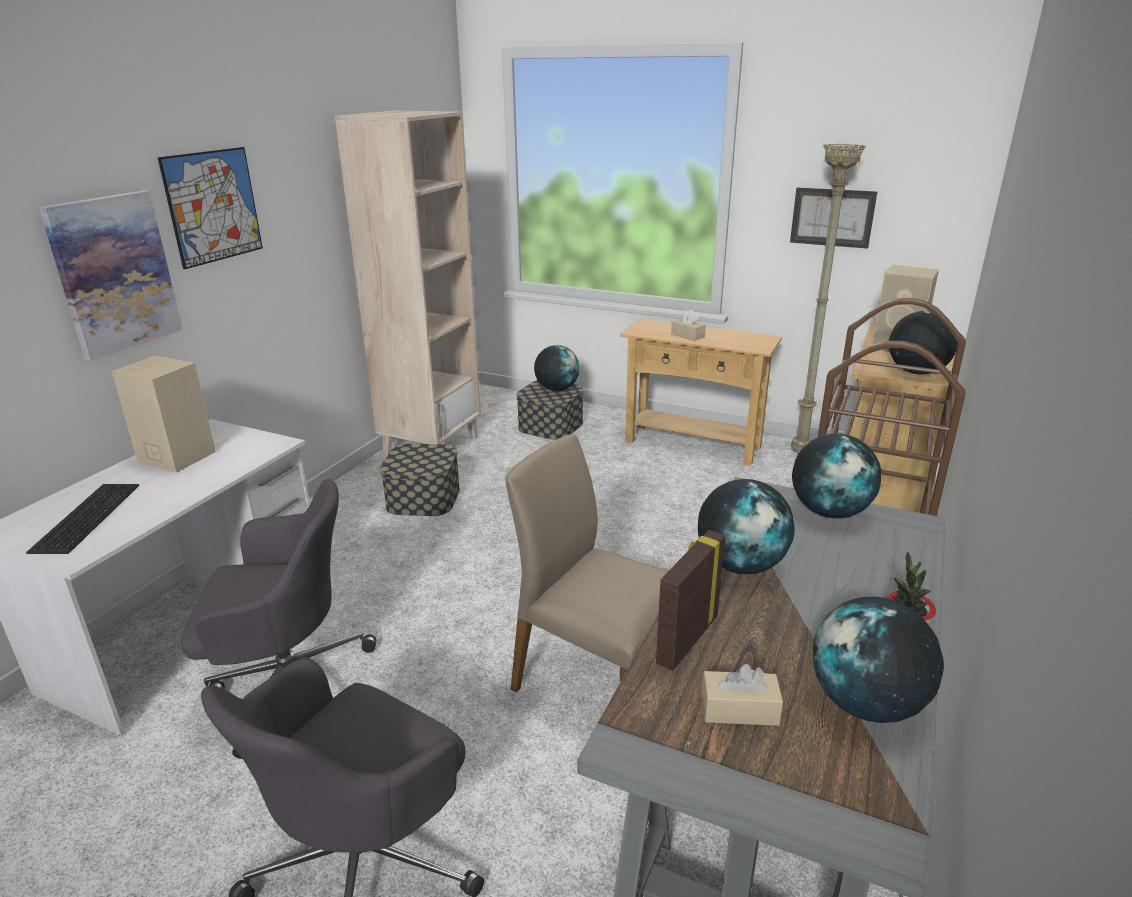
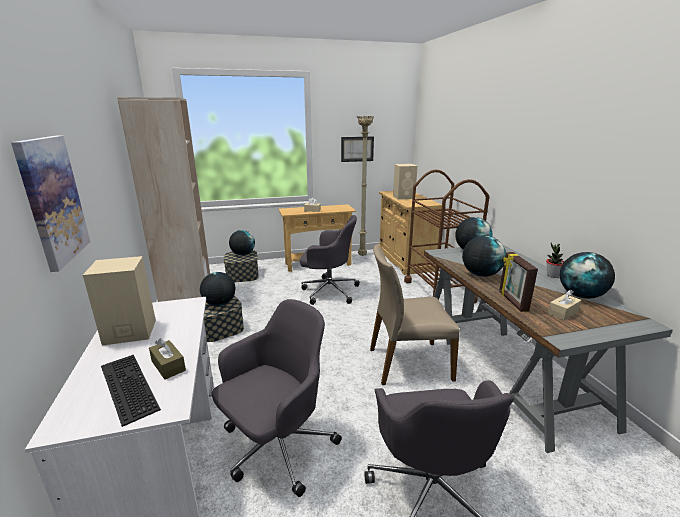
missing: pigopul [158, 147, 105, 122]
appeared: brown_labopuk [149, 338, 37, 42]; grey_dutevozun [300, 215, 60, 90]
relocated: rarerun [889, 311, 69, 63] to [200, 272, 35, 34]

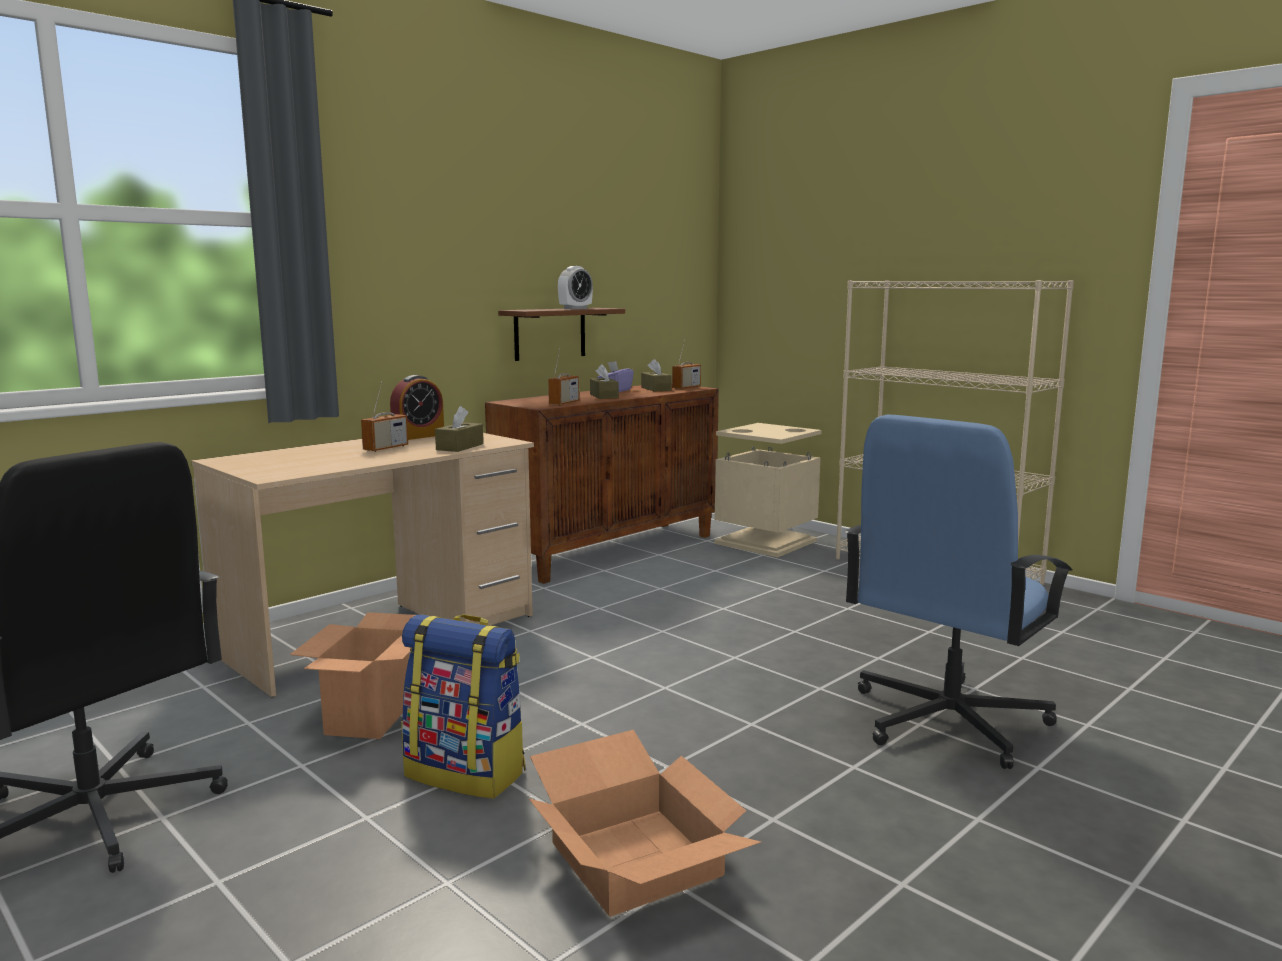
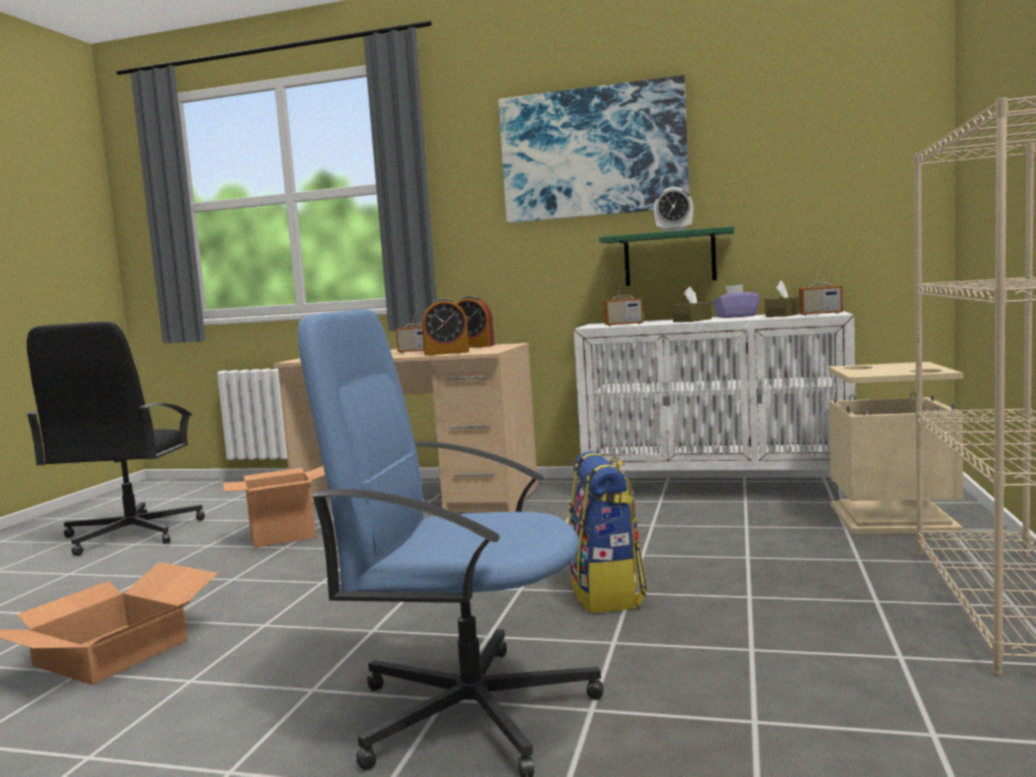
appeared: pigopul [498, 75, 191, 148]
relocated: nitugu [401, 614, 124, 185] to [568, 451, 80, 162]
exchanged: brown_labopuk [435, 406, 49, 46] to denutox [422, 298, 47, 58]
colour: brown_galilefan [485, 384, 234, 200] to white_galilefan [574, 311, 281, 188]; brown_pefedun [498, 308, 127, 53] to green_pefedun [599, 226, 135, 60]

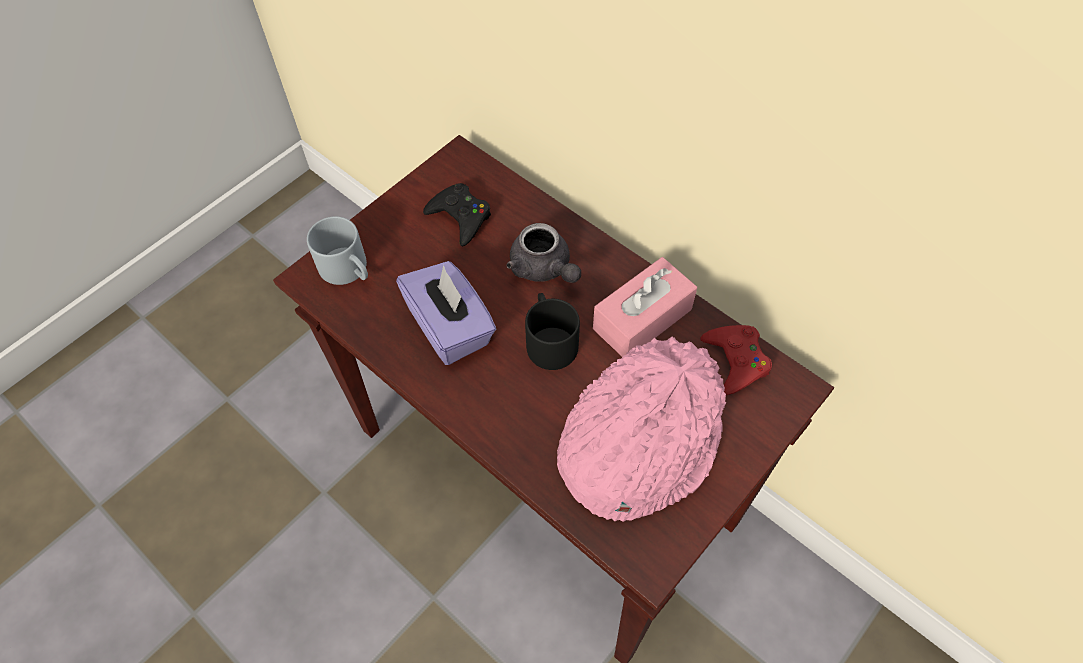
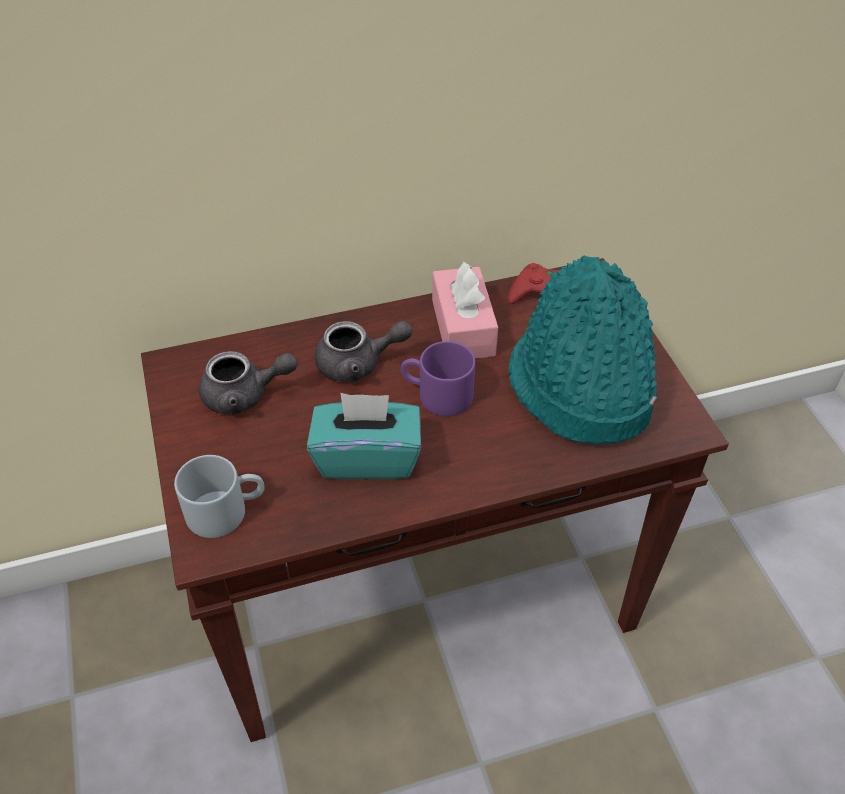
exchanged: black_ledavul [423, 183, 68, 64] to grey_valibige [199, 351, 99, 64]
colour: purple_labopuk [396, 261, 100, 104] to turquoise_labopuk [307, 393, 114, 86]; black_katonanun [525, 293, 55, 77] to purple_katonanun [401, 341, 75, 75]; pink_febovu [557, 337, 169, 185] to turquoise_febovu [508, 255, 149, 189]

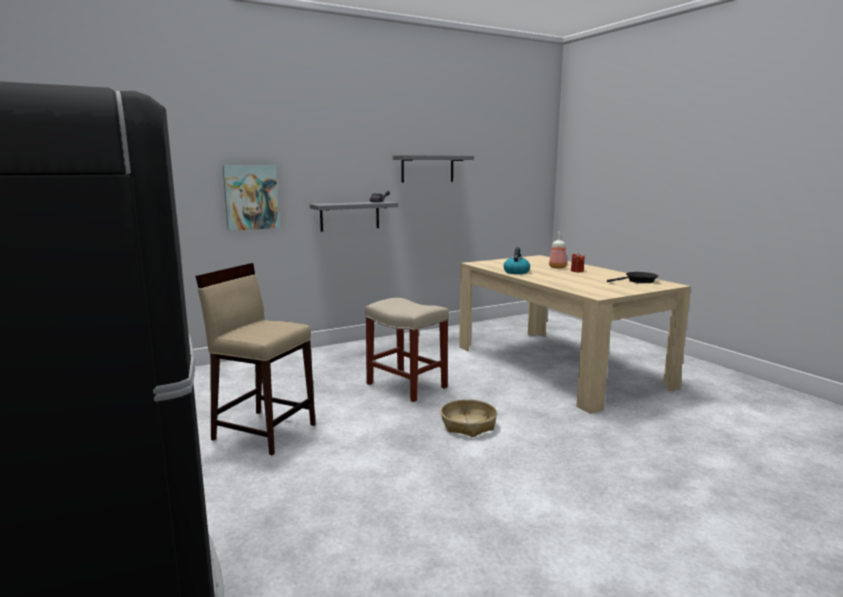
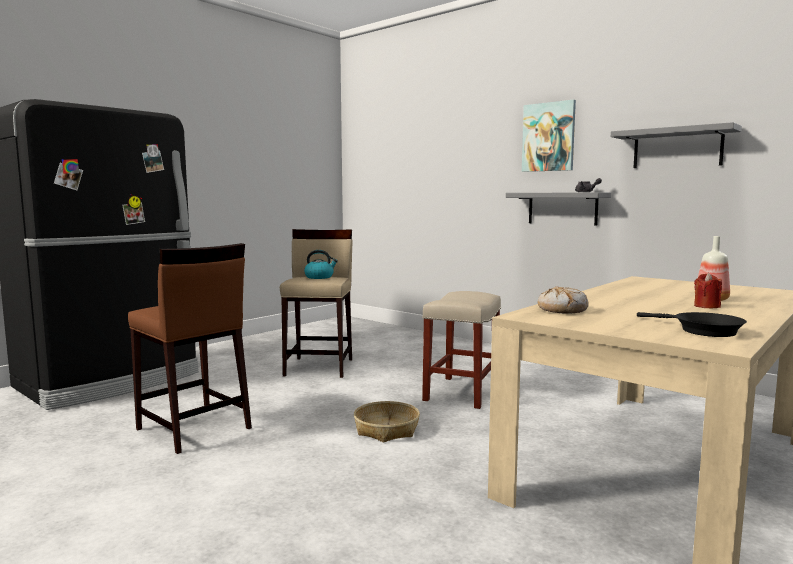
appeared: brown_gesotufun [128, 243, 124, 211]; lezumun [538, 286, 51, 27]
relocated: pigopul [223, 165, 56, 66] to [522, 100, 54, 72]; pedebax [504, 247, 26, 27] to [304, 250, 34, 29]

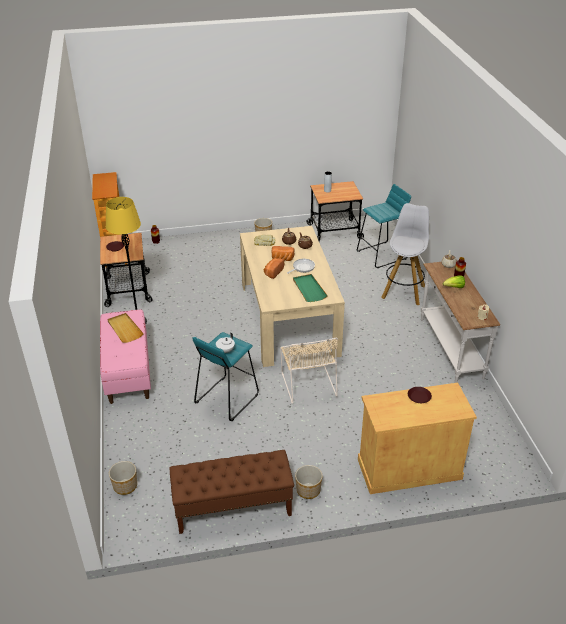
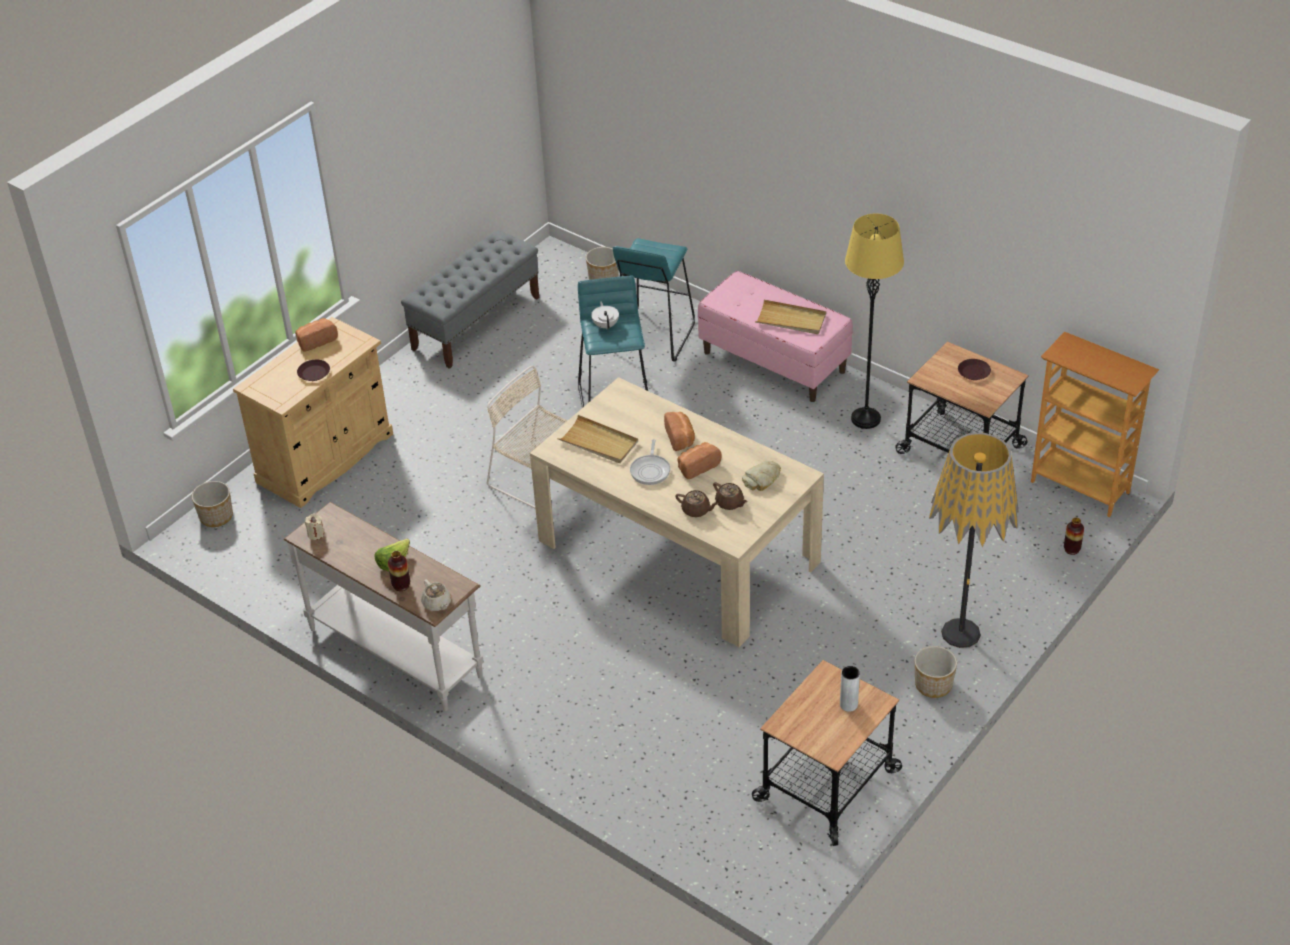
missing: white_gesotufun [381, 203, 48, 102]
appeared: lezumun [295, 318, 43, 34]; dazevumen [929, 432, 90, 216]
relocated: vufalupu [295, 465, 28, 34] to [192, 481, 41, 46]; turquoise_gesotufun [357, 184, 54, 84] to [613, 238, 82, 124]
colour: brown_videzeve [169, 450, 125, 84] to grey_videzeve [401, 230, 138, 139]; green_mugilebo [293, 274, 35, 28] to beige_mugilebo [557, 415, 81, 48]

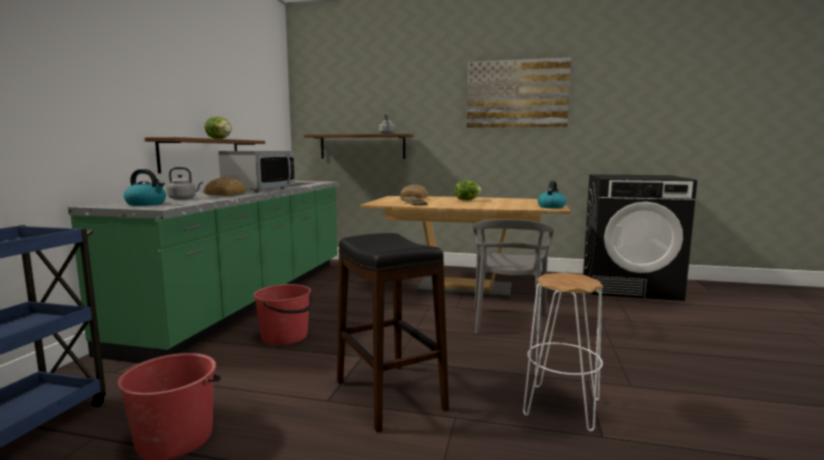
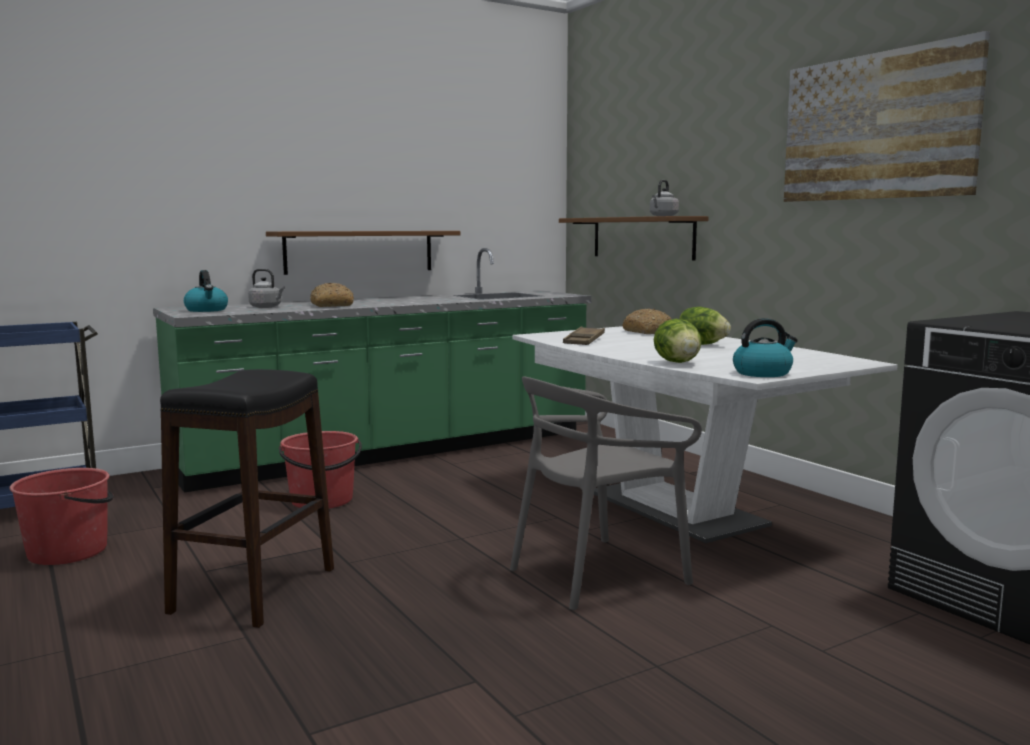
missing: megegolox [218, 151, 77, 41]; white_gesotufun [523, 273, 81, 159]
relocated: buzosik [205, 117, 27, 22] to [654, 319, 48, 44]
colour: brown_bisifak [361, 196, 210, 102] to white_bisifak [512, 326, 386, 217]

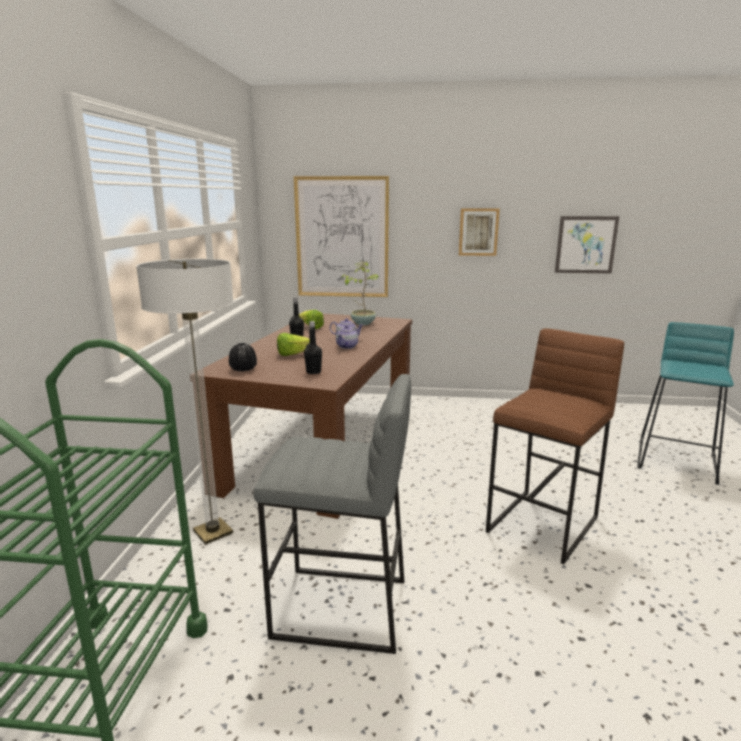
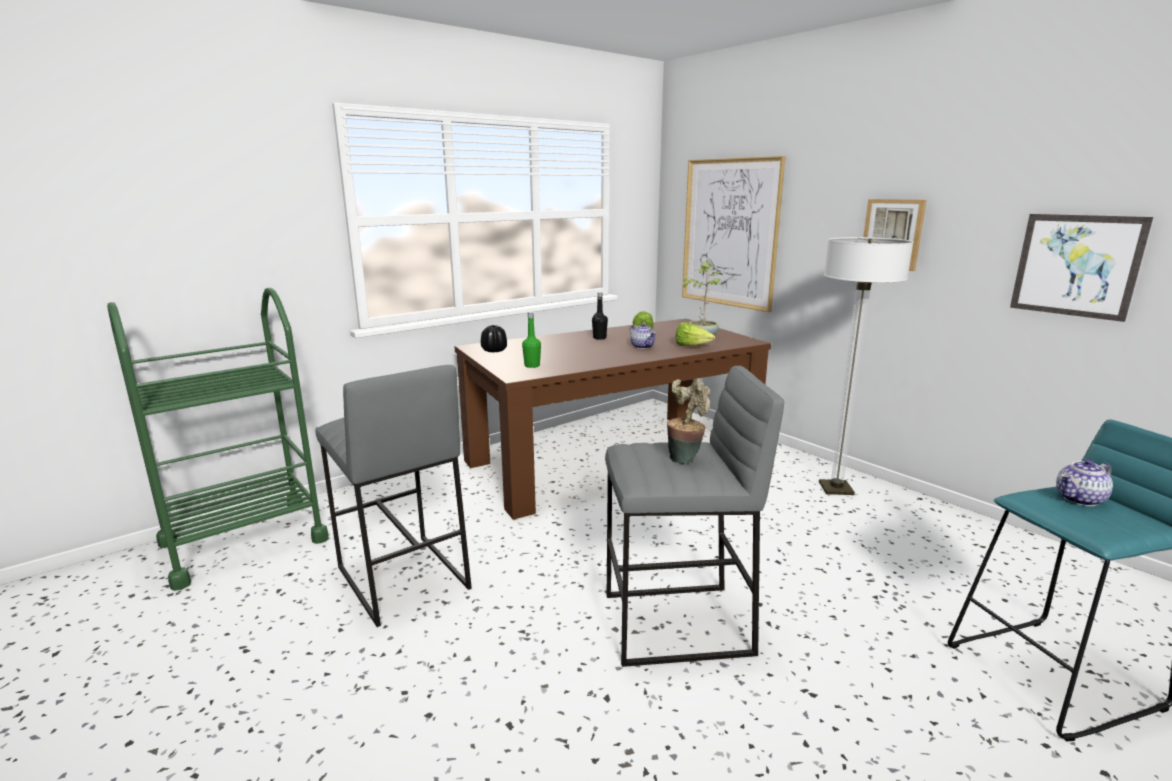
appeared: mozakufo [667, 378, 43, 86]
relocated: dazevumen [136, 259, 98, 286] to [819, 237, 95, 258]; buzosik [277, 333, 33, 23] to [675, 322, 40, 24]; valibige [336, 325, 22, 24] to [1056, 459, 57, 47]
colour: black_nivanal [304, 321, 18, 53] to green_nivanal [522, 312, 19, 56]; brown_gesotufun [486, 329, 138, 236] to grey_gesotufun [605, 366, 179, 301]

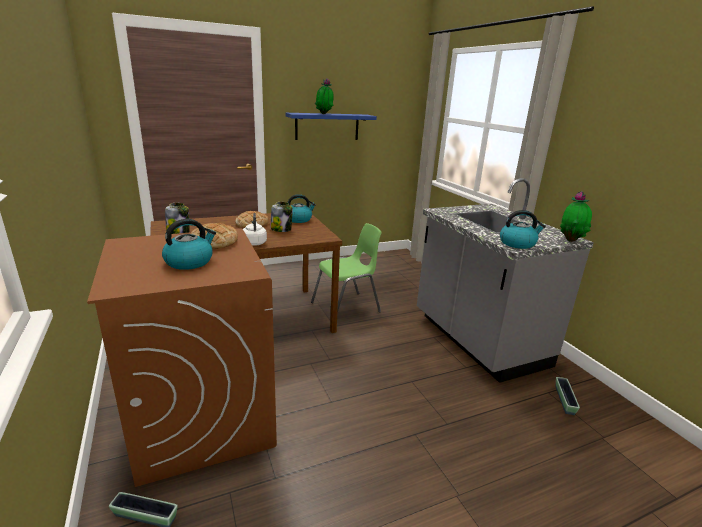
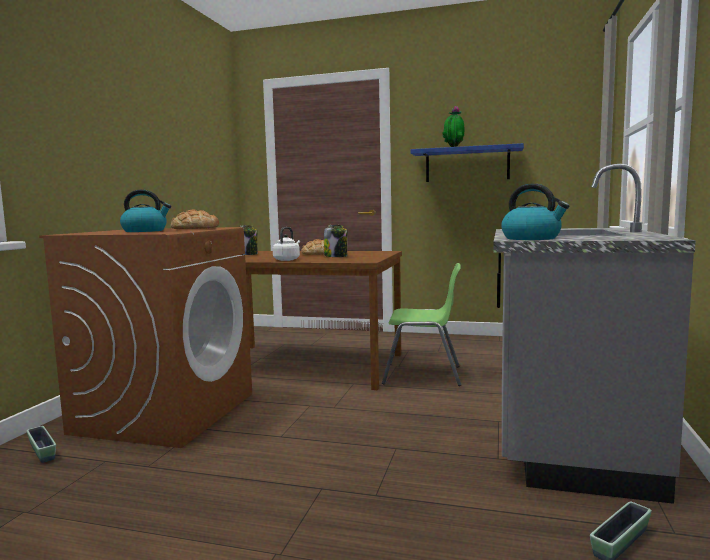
missing: pedebax [288, 194, 28, 29]; mozakufo [560, 191, 32, 51]

